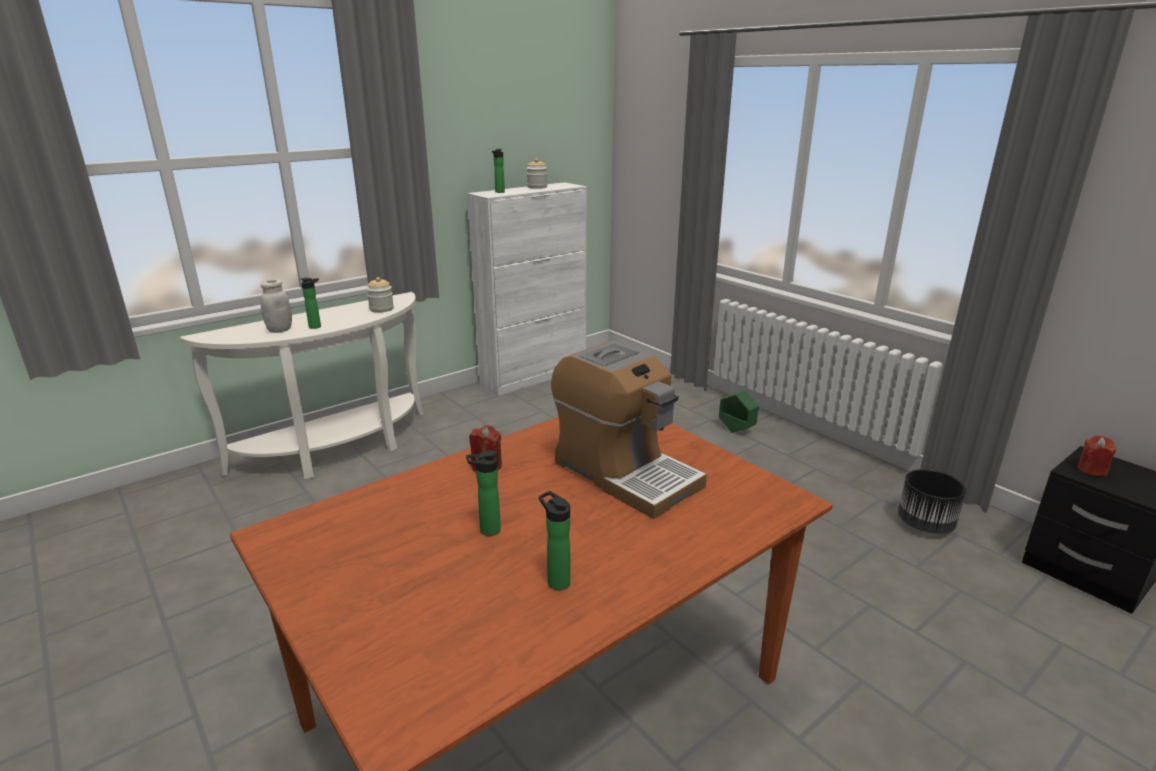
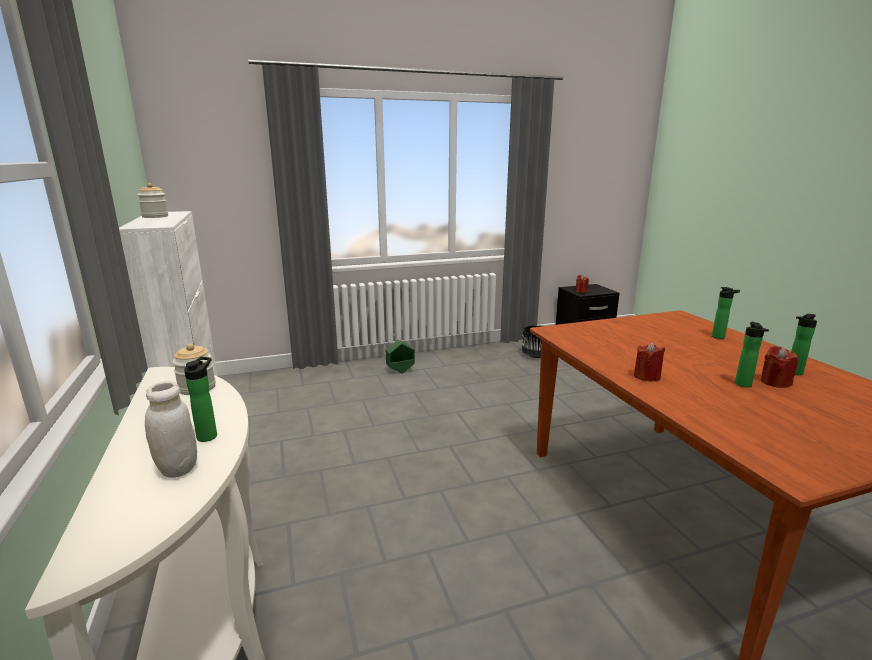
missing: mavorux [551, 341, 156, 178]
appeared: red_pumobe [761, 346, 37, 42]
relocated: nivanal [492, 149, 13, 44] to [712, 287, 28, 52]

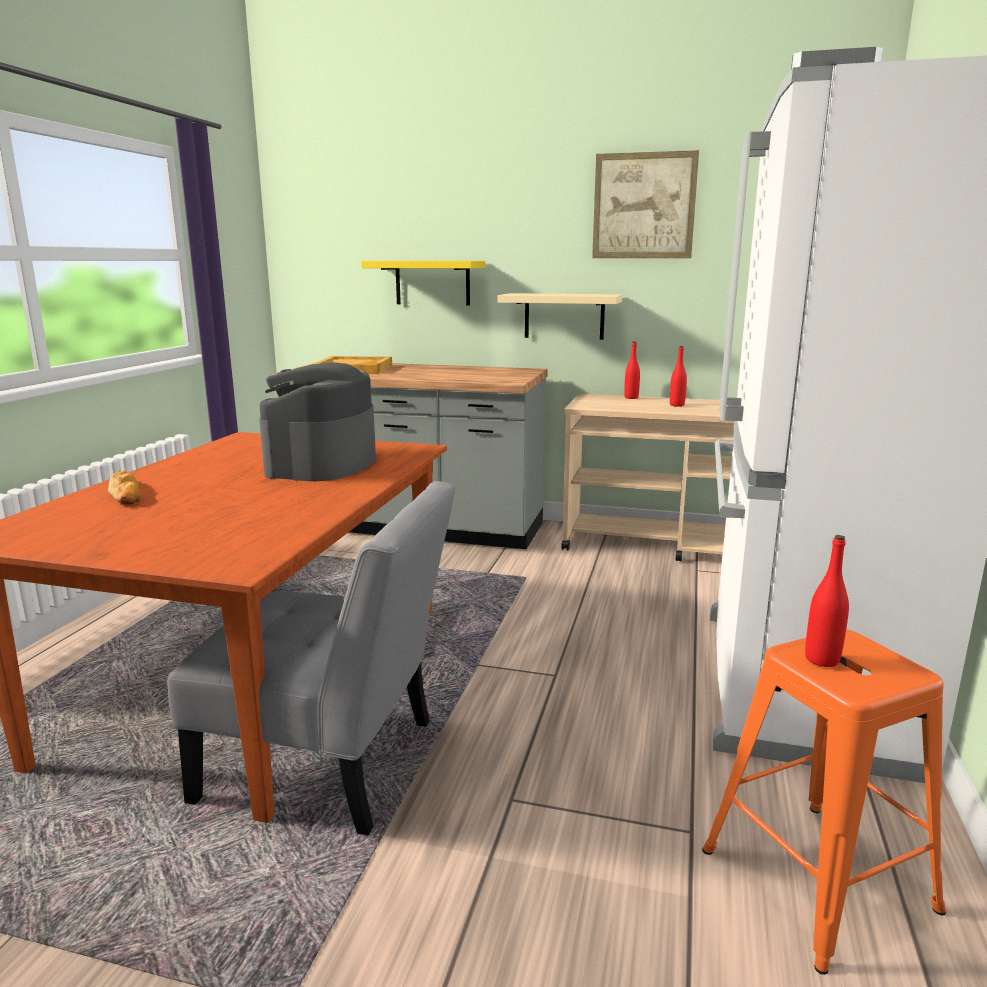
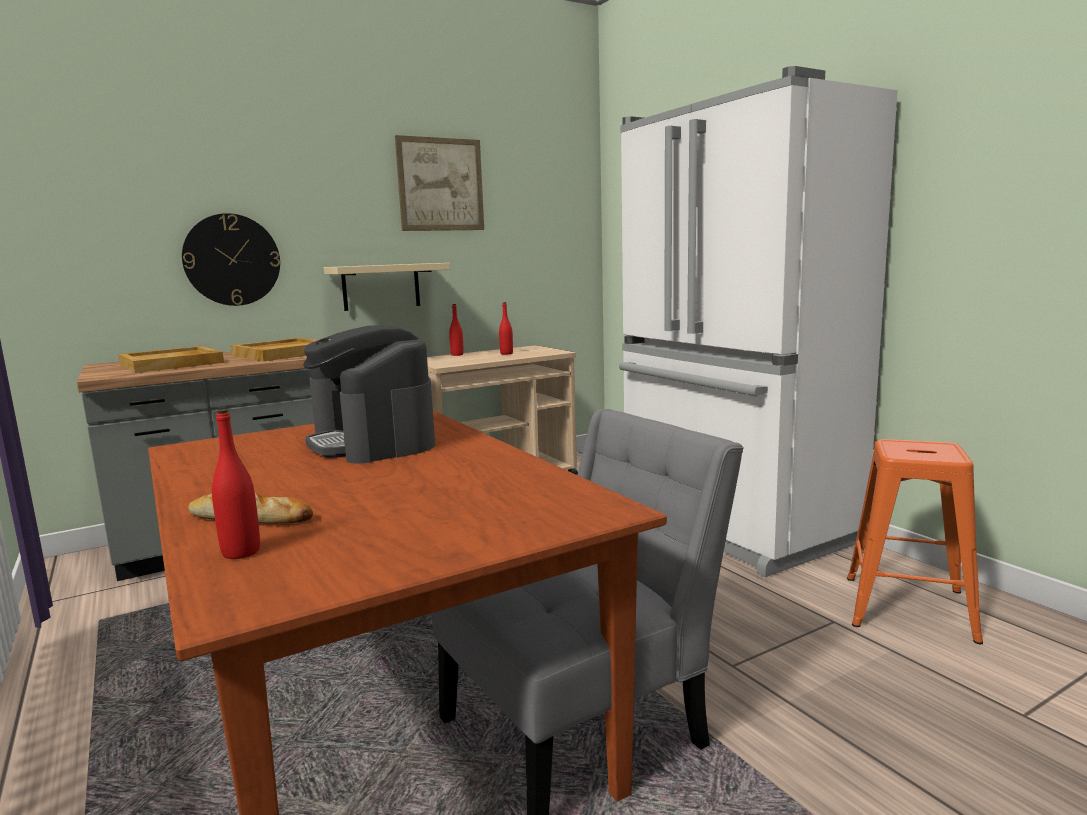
appeared: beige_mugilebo [230, 338, 87, 23]
relocated: red_nivanal [805, 535, 44, 132] to [212, 409, 48, 150]
exchanged: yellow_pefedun [361, 261, 124, 44] to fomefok [182, 213, 98, 93]

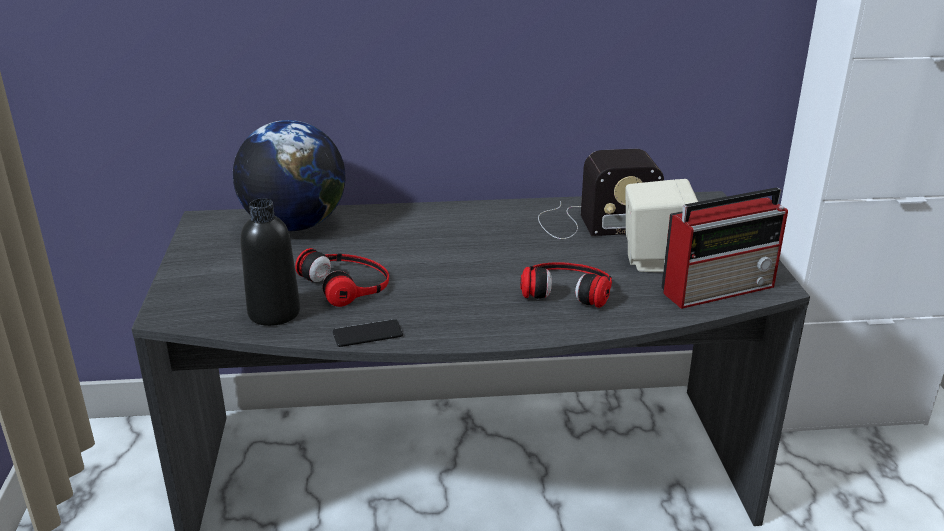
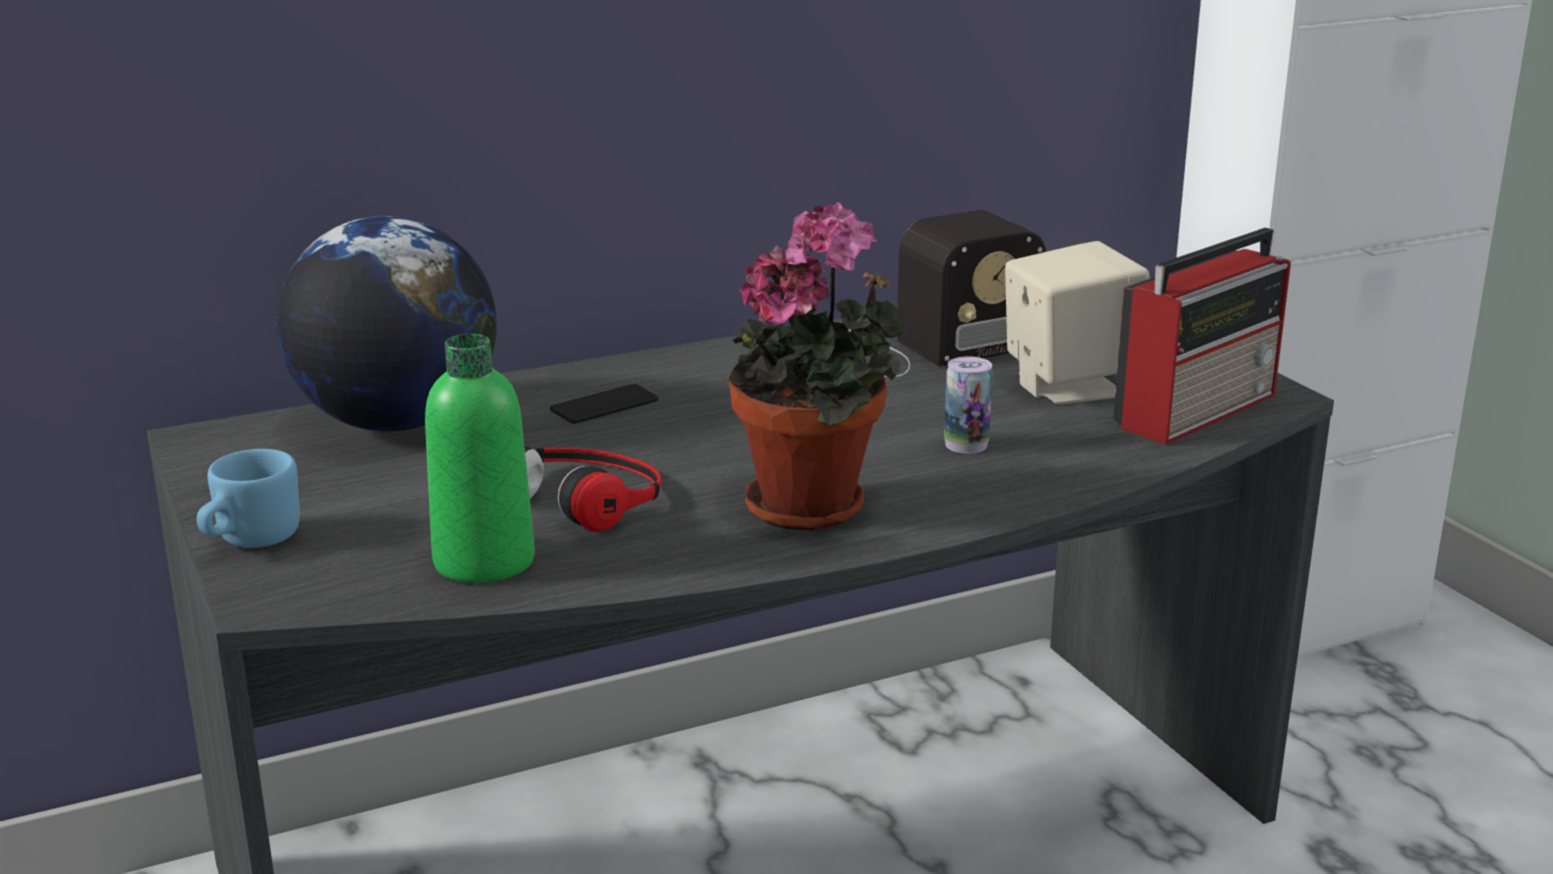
appeared: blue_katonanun [197, 449, 103, 99]; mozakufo [729, 202, 181, 328]
relocated: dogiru [333, 319, 70, 28] to [550, 383, 108, 41]
exchanged: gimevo [520, 262, 92, 46] to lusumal [944, 356, 49, 97]
colour: black_nivanal [240, 198, 60, 128] to green_nivanal [425, 334, 110, 249]

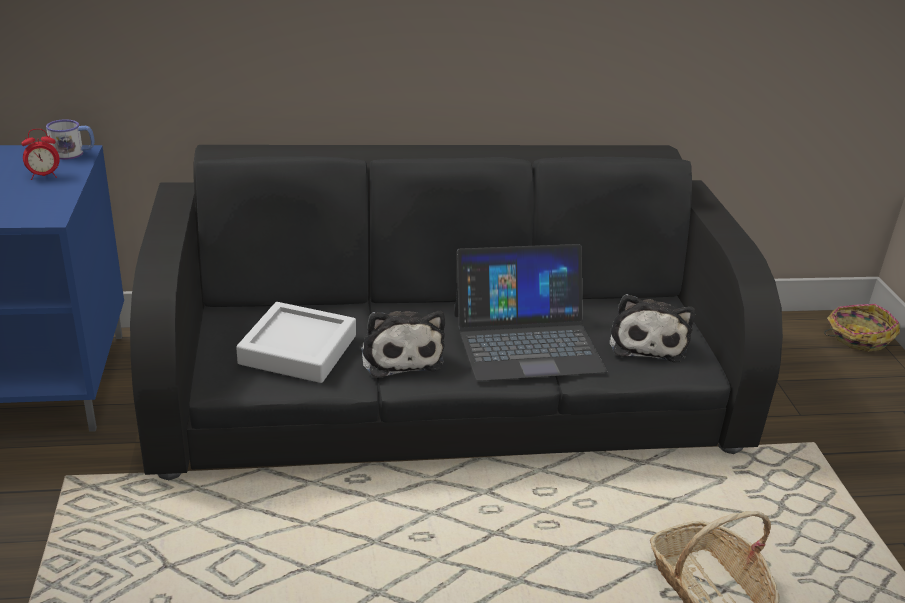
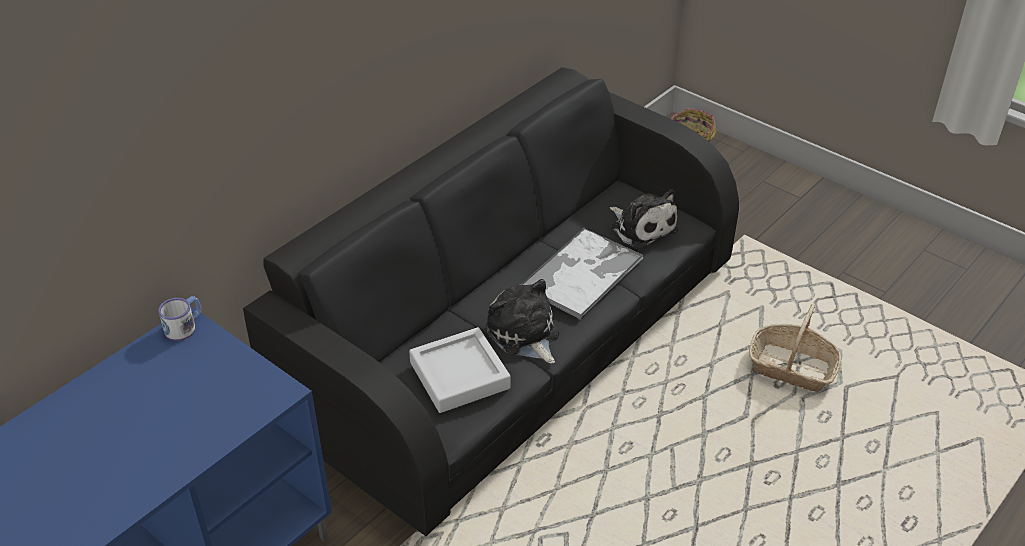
missing: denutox [22, 129, 37, 51]
exchanged: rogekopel [454, 244, 154, 137] to mugilebo [520, 227, 124, 93]
spun: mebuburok [361, 311, 84, 67] = [487, 279, 72, 85] 150 degrees counterclockwise

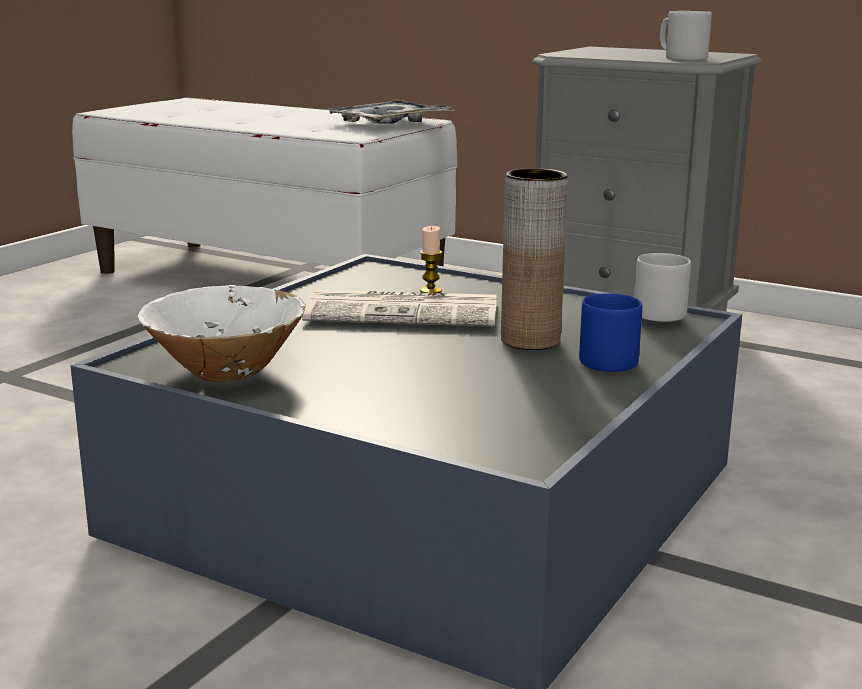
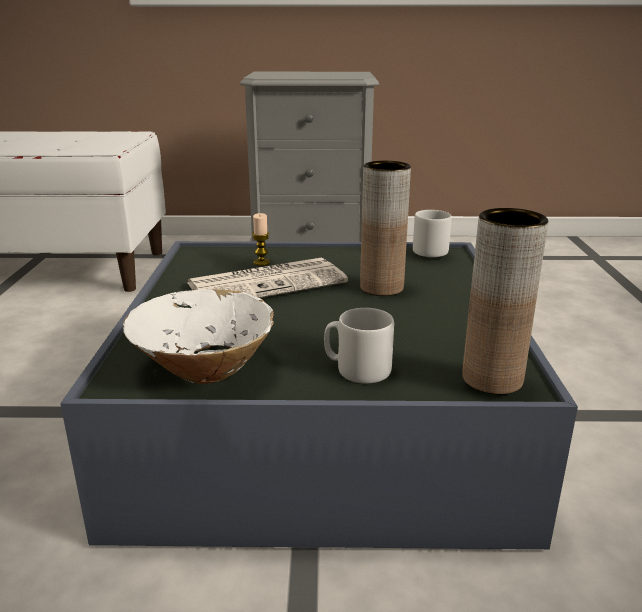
missing: mugilebo [326, 100, 128, 24]; blue_katonanun [579, 293, 63, 79]
appeared: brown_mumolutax [462, 208, 86, 186]
relocated: grey_katonanun [660, 11, 52, 49] to [324, 308, 70, 75]

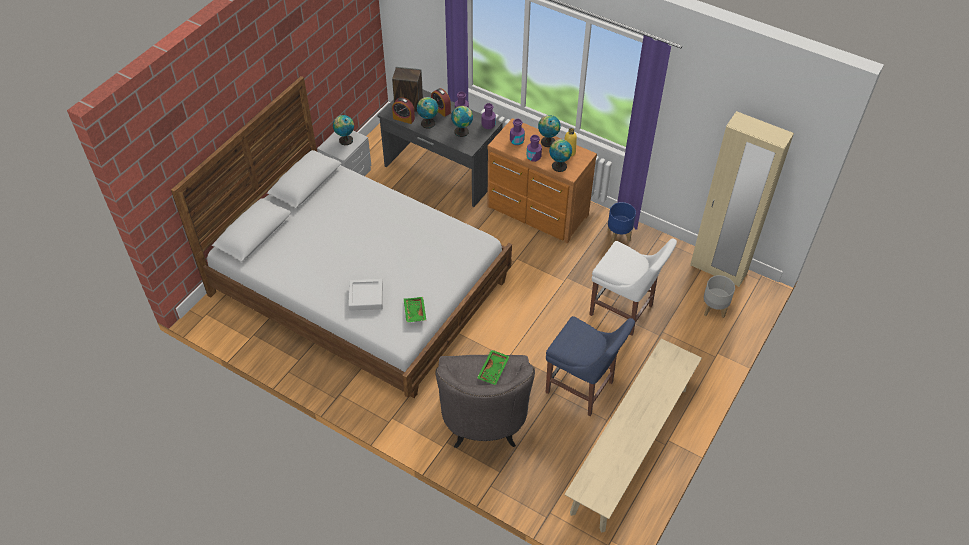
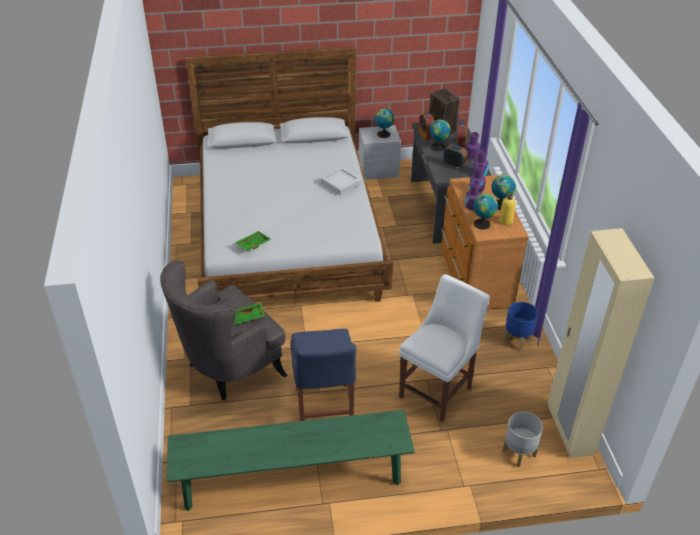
relocated: grey_mugilebo [348, 279, 35, 32] to [321, 167, 40, 29]
exchanged: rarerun [451, 106, 22, 31] to denutox [443, 144, 24, 26]
colour: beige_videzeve [564, 338, 138, 195] to green_videzeve [166, 410, 249, 101]
spun: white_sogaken [589, 238, 88, 97] = [399, 274, 91, 148] 135 degrees counterclockwise

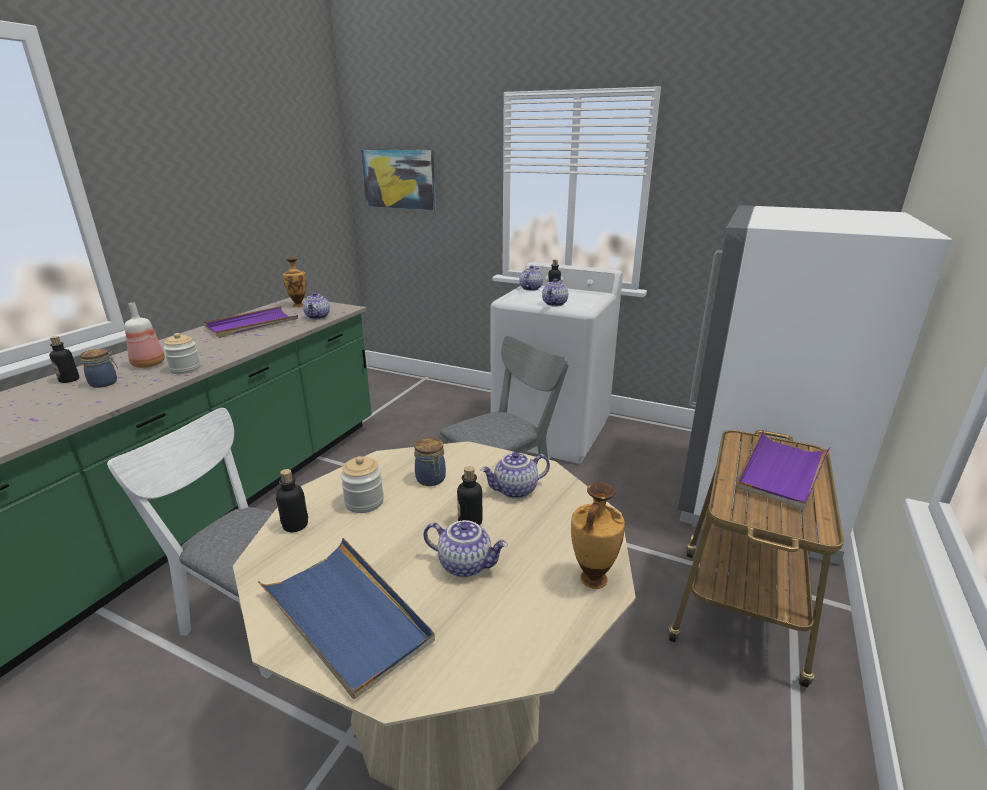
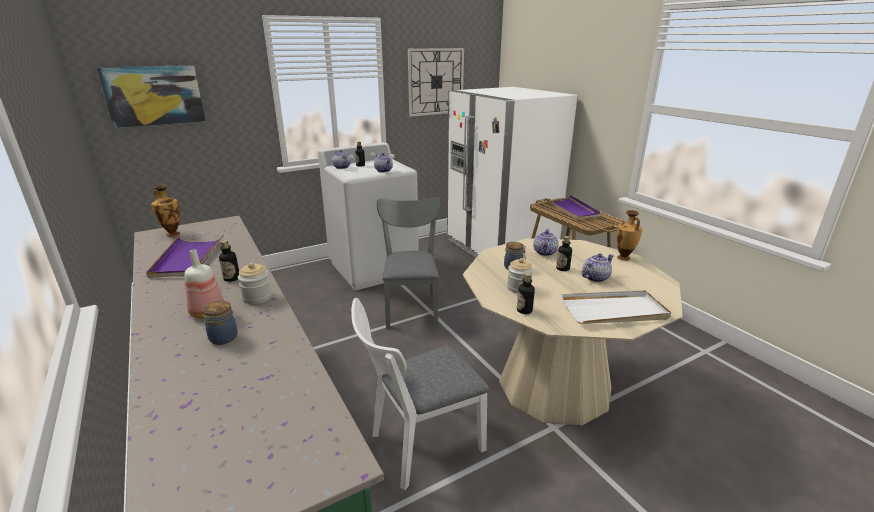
missing: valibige [303, 292, 27, 28]
appeared: fomefok [408, 48, 56, 69]
relocated: nivanal [49, 336, 30, 47] to [219, 240, 20, 42]
colour: blue_mugilebo [258, 538, 177, 161] to white_mugilebo [562, 290, 109, 34]

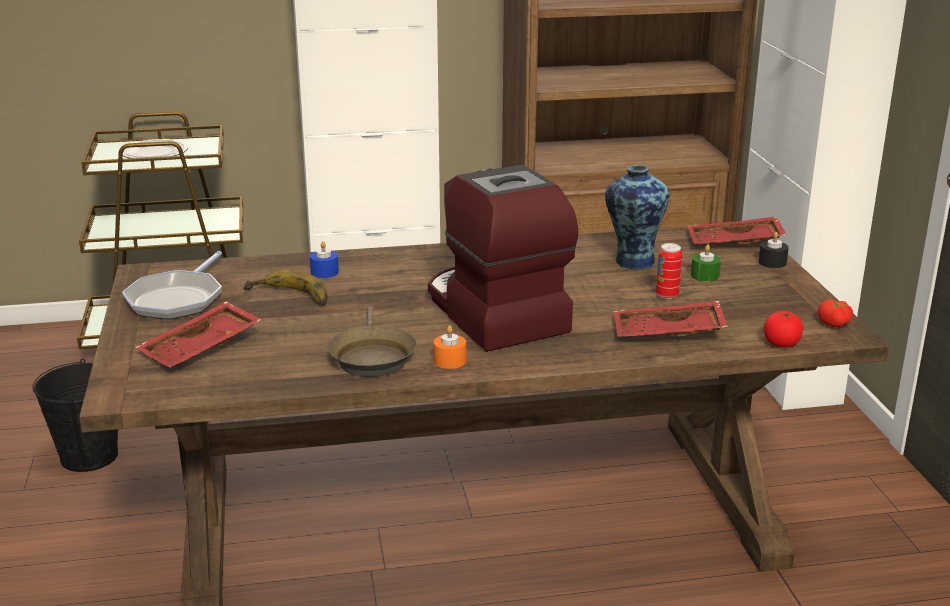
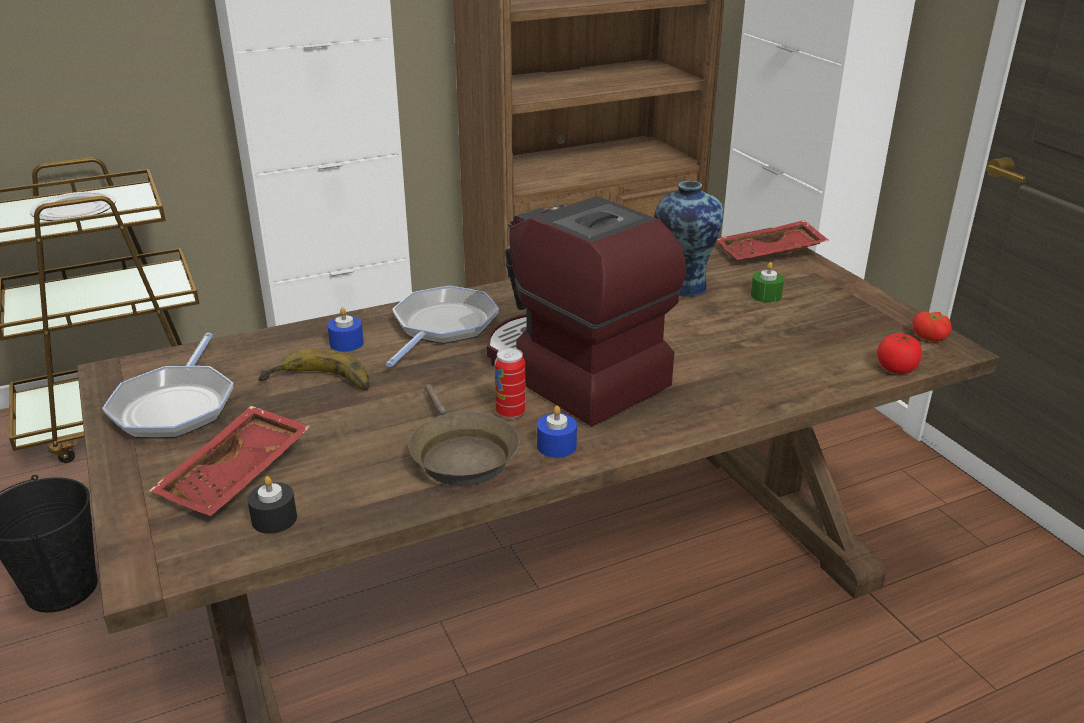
missing: red_mugilebo [614, 301, 114, 37]
appeared: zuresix [386, 286, 113, 81]
relocated: lusumal [656, 243, 26, 56] to [494, 348, 32, 71]; black_pumobe [759, 232, 30, 36] to [247, 476, 50, 58]
colour: orange_pumobe [433, 325, 33, 44] to blue_pumobe [537, 406, 40, 52]

